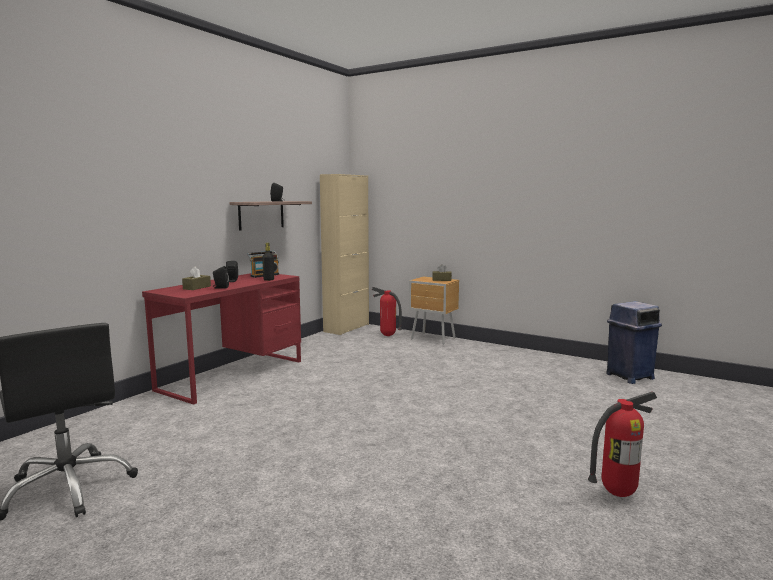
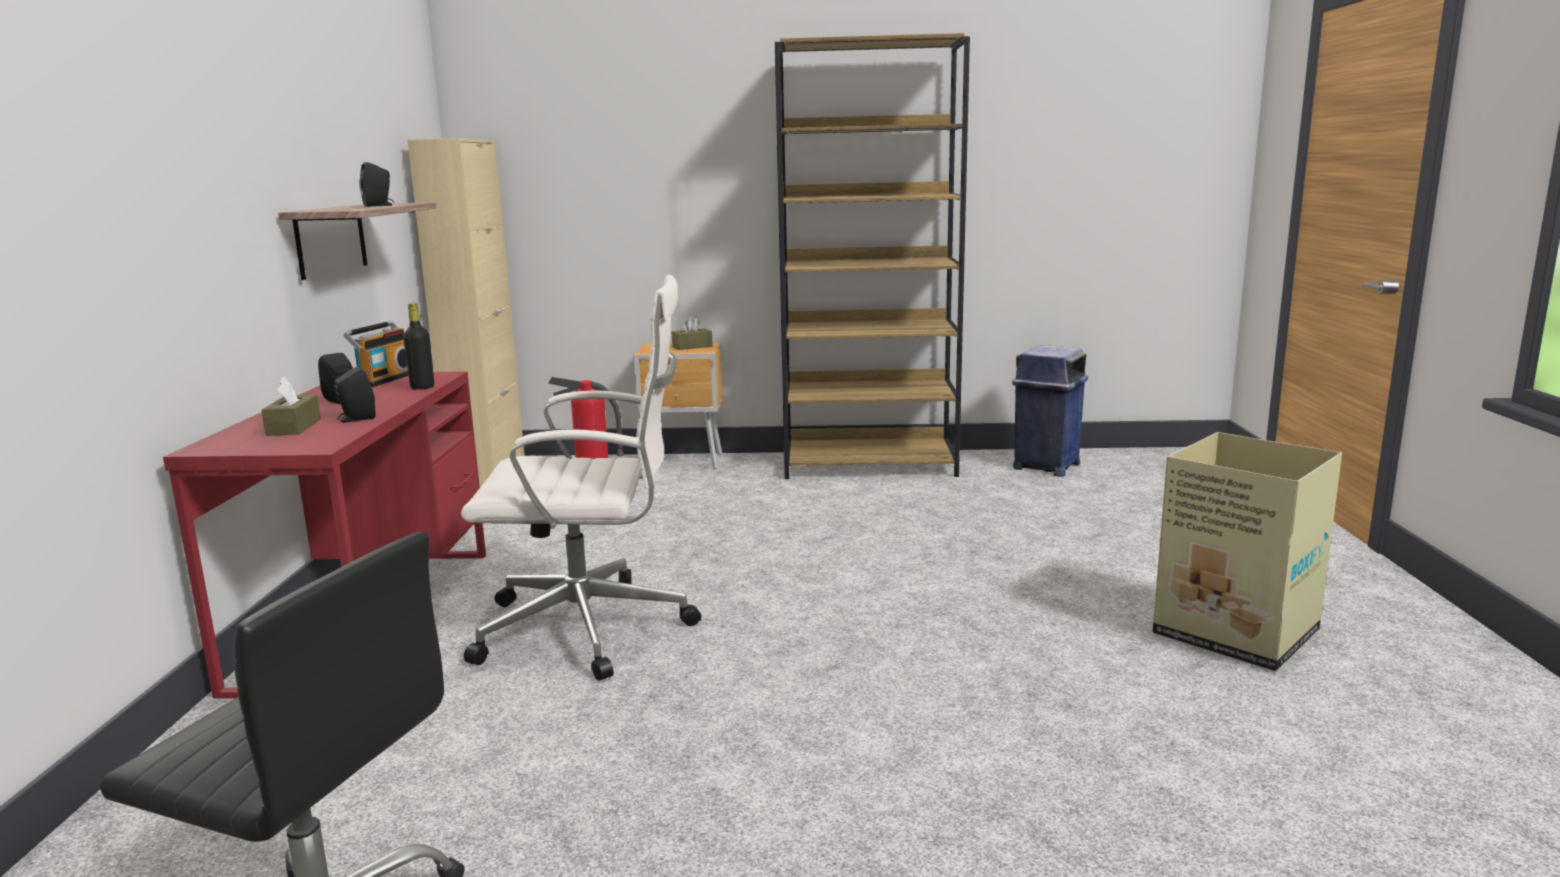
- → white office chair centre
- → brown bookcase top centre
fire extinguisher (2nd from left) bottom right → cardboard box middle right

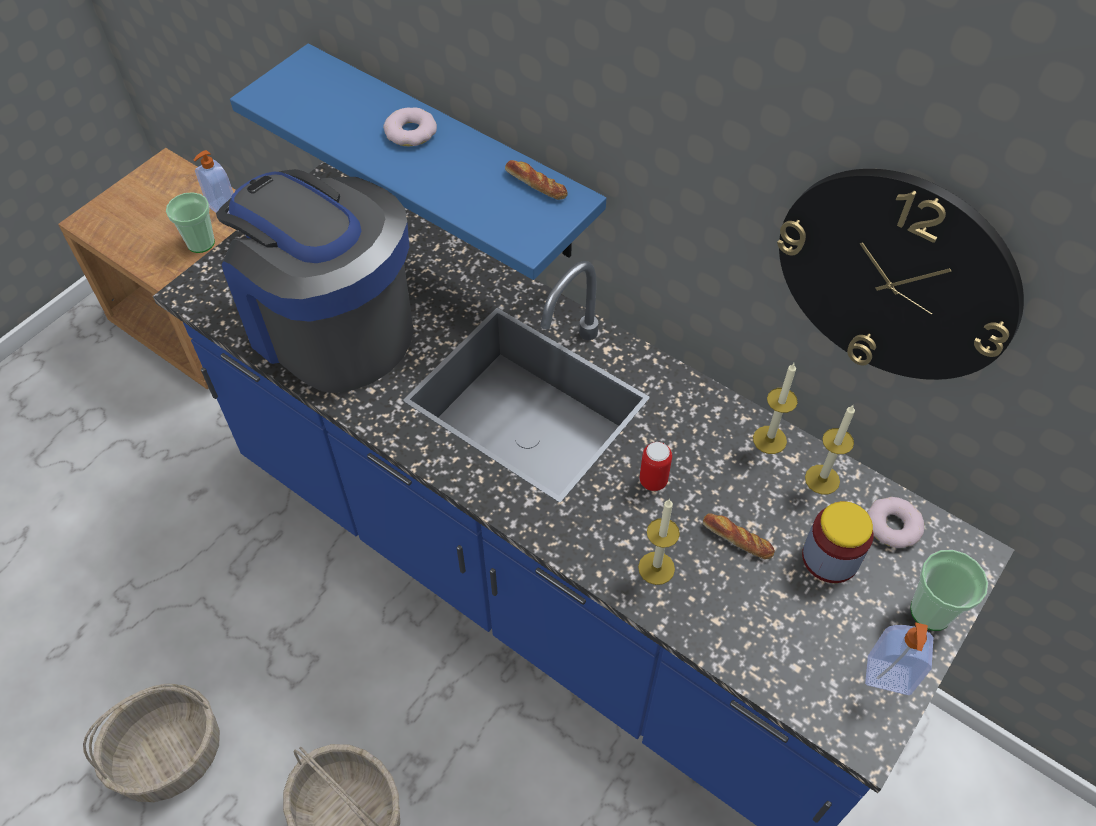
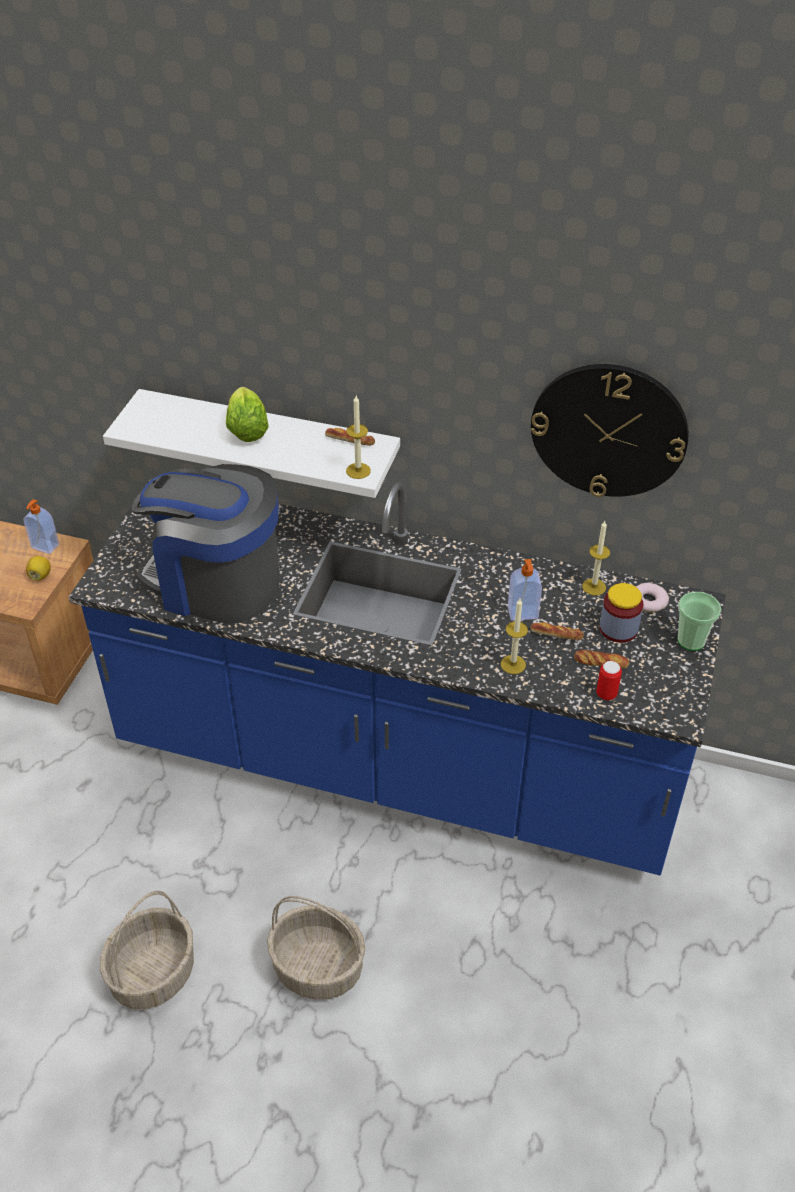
cup (1st from left) top left → lemon middle left
blue shelf top centre → white shelf middle left
donut (1st from left) top centre → lettuce middle left
candle (2nd from left in the first image) middle right → candle (1st from left) centre, move
soap dispenser (2nd from left) bottom right → soap dispenser (2nd from left) centre, move
- → bread (3rd from left) middle right
can centre → can middle right, move

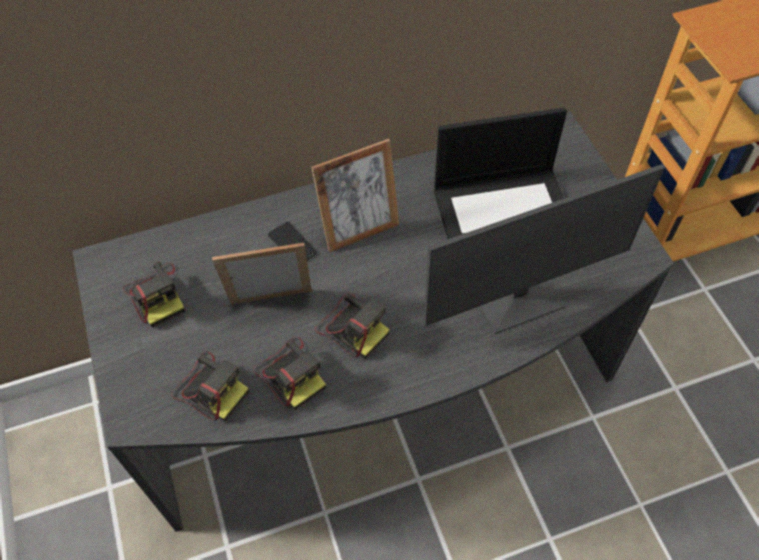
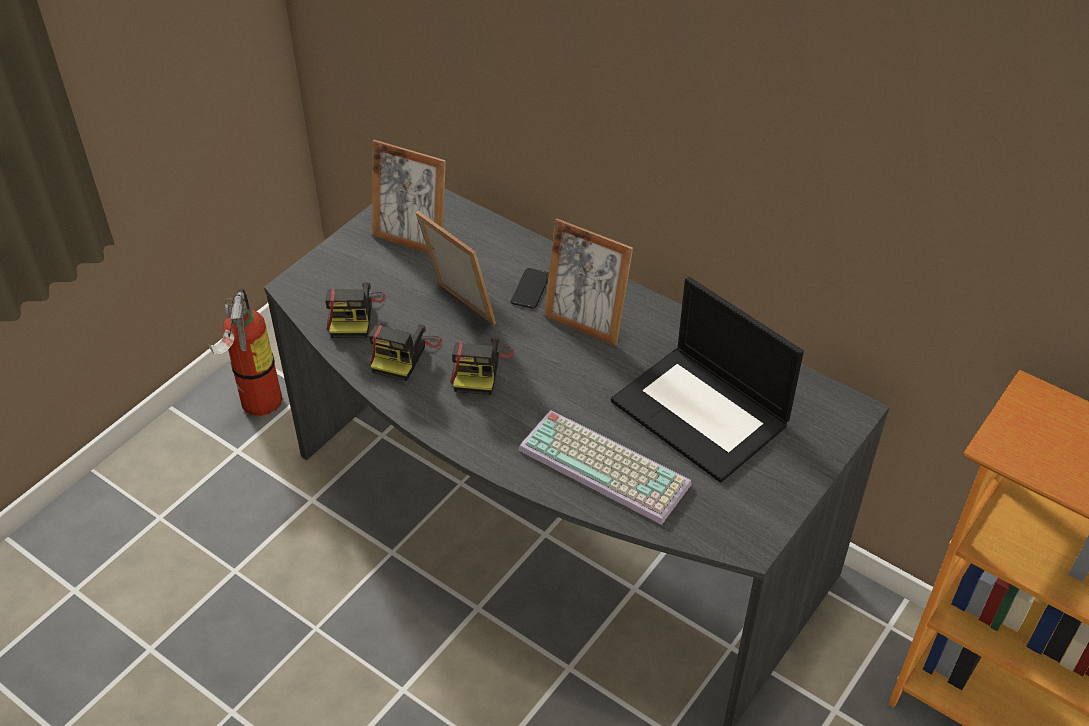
- → fire extinguisher middle left
photo camera (1st from left) middle left → picture frame (1st from left) top centre
monitor middle right → keyboard centre

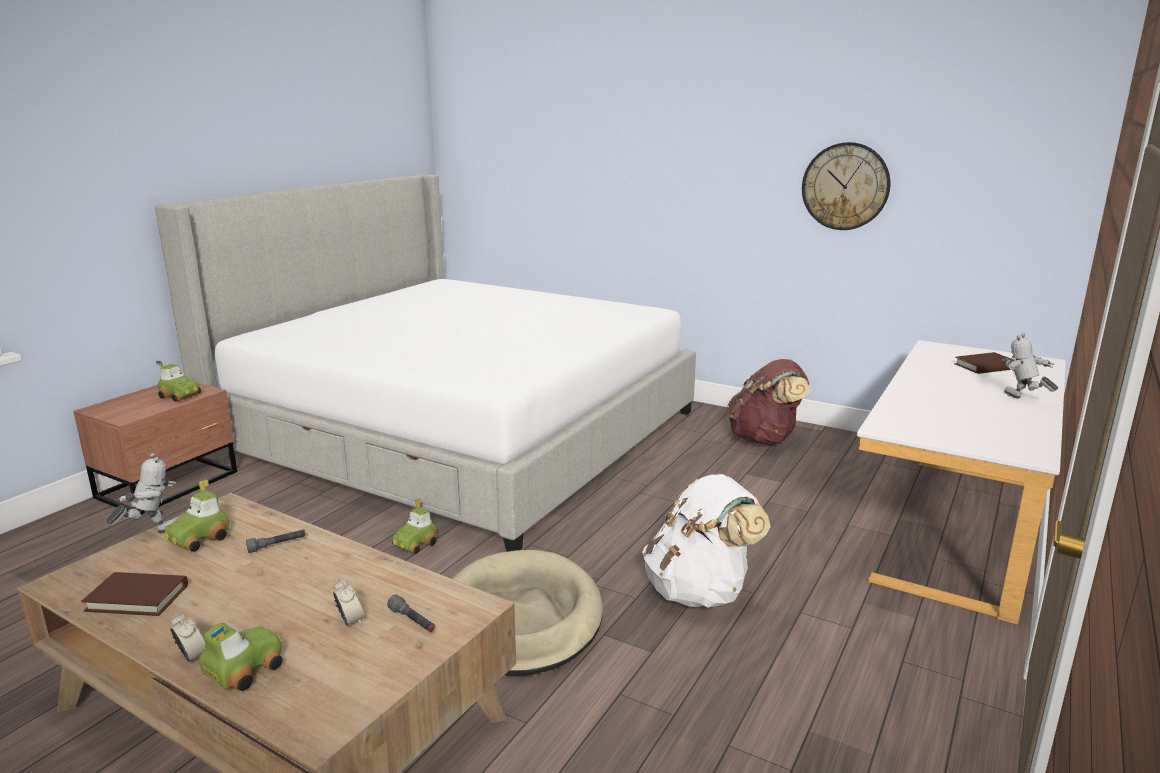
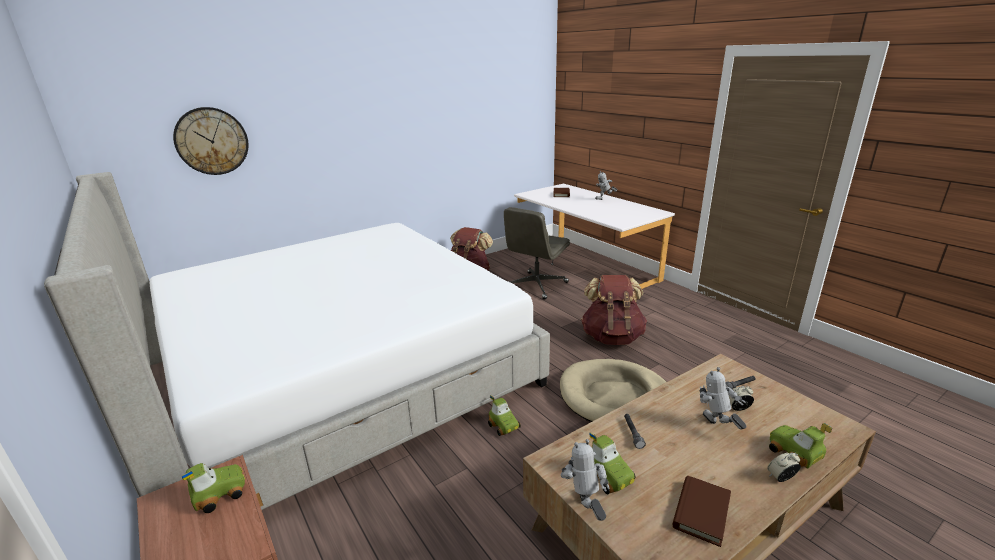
wall clock top right → wall clock top left, move
- → grey office chair centre
white backpack bottom centre → brown backpack (2nd from left) centre
- → toy robot (3rd from left) bottom right

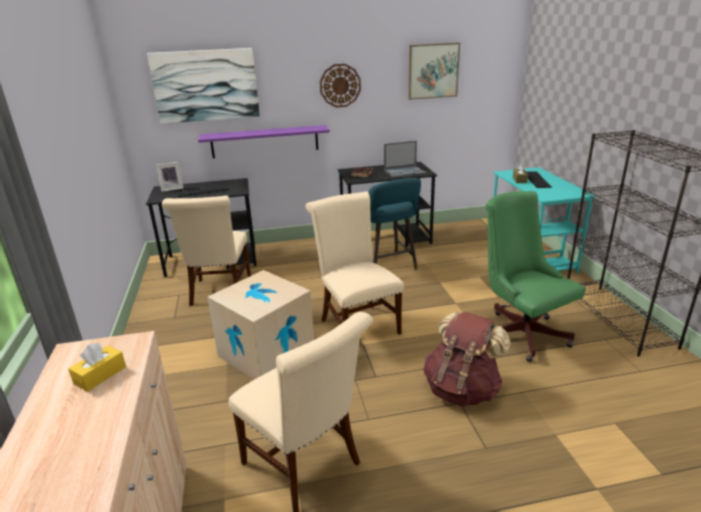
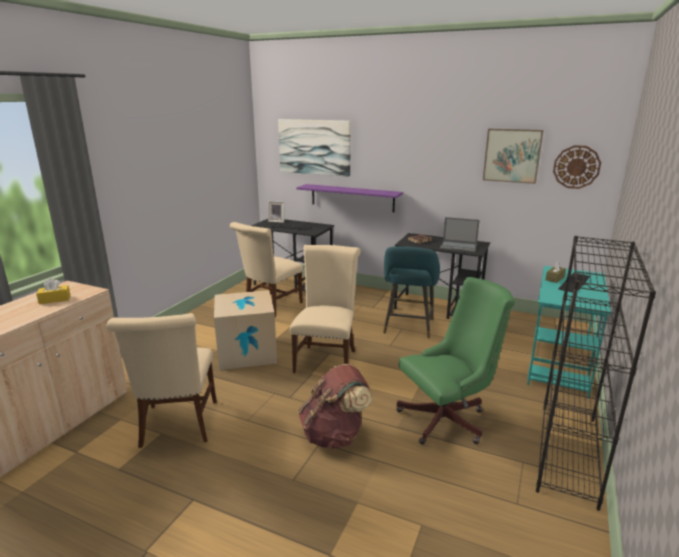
green office chair middle right, 60 degrees clockwise
wall clock top centre → wall clock top right, move

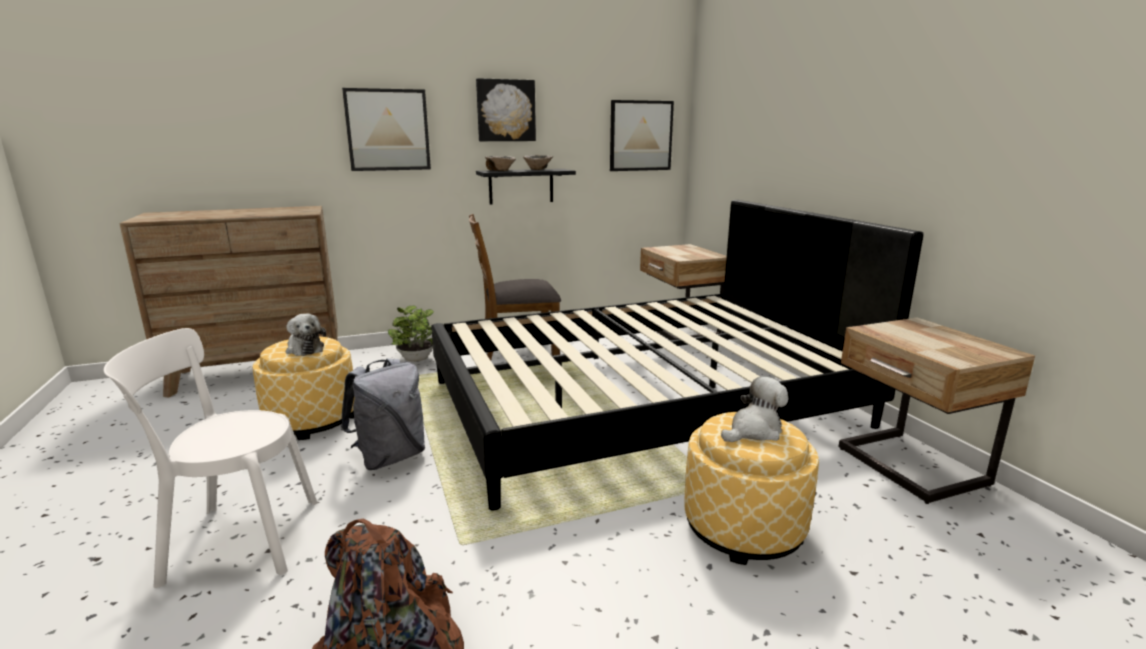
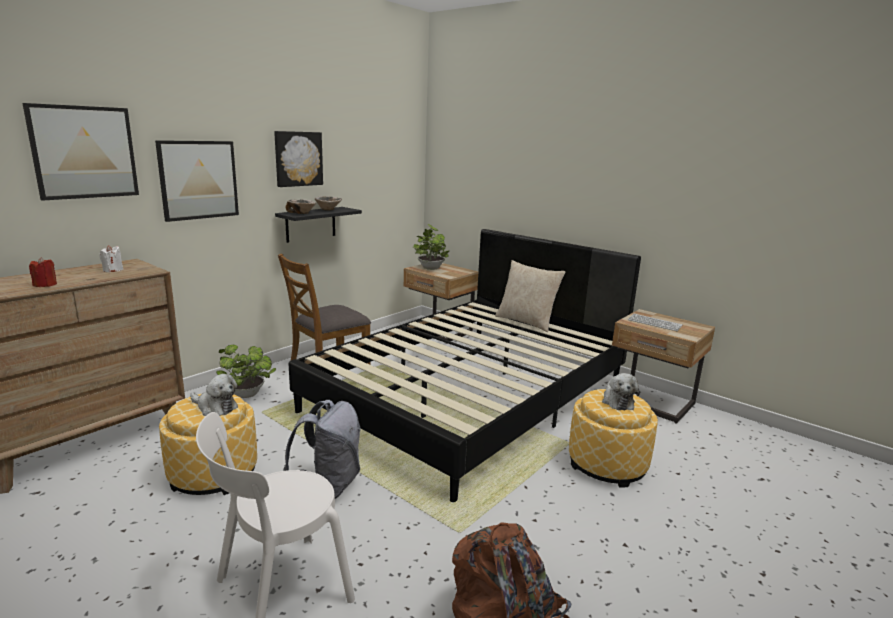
picture (3rd from left in the first image) top centre → picture (1st from left) top left, move
- → red candle middle left
- → white candle middle left
- → potted plant (2nd from left) centre
- → beige pillow centre
plush toy (2nd from left) centre → plush toy (2nd from left) middle right, 150 degrees clockwise
- → keyboard middle right

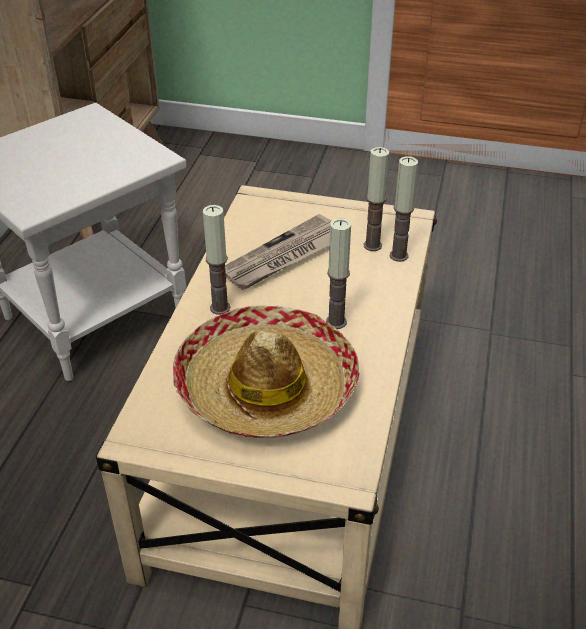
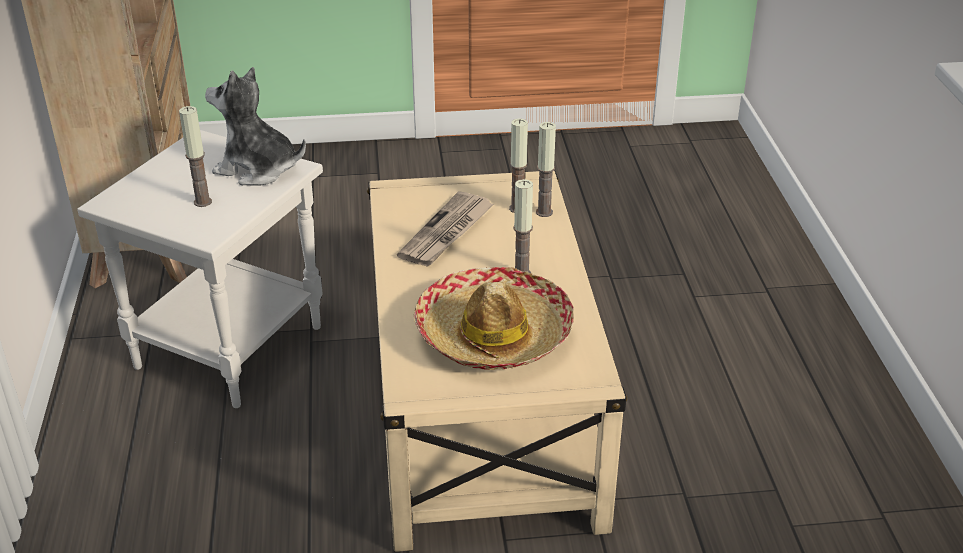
candle (1st from left) centre → candle (1st from left) top left, move
- → plush toy top left

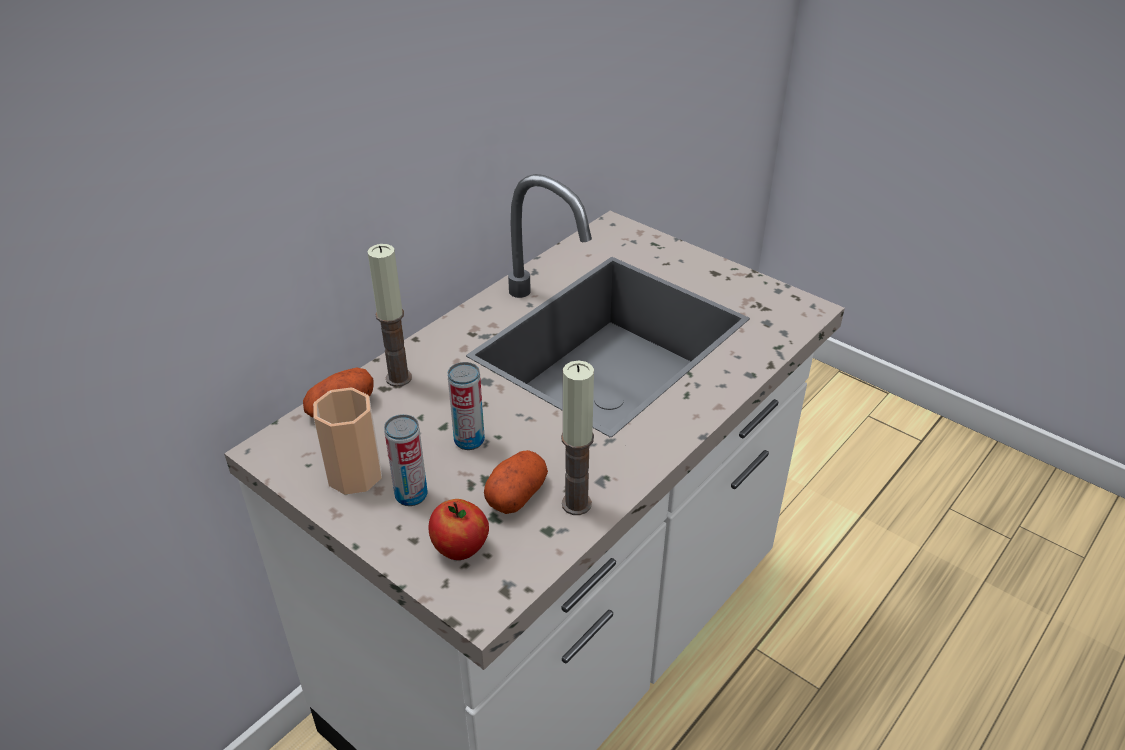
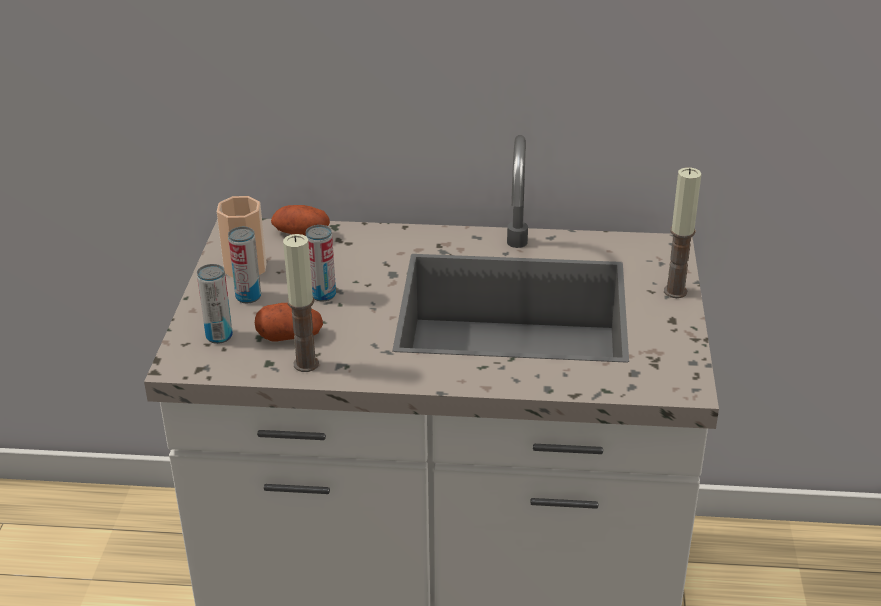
apple bottom centre → can (1st from left) middle left
candle (1st from left in the first image) centre → candle (2nd from left) middle right, move

